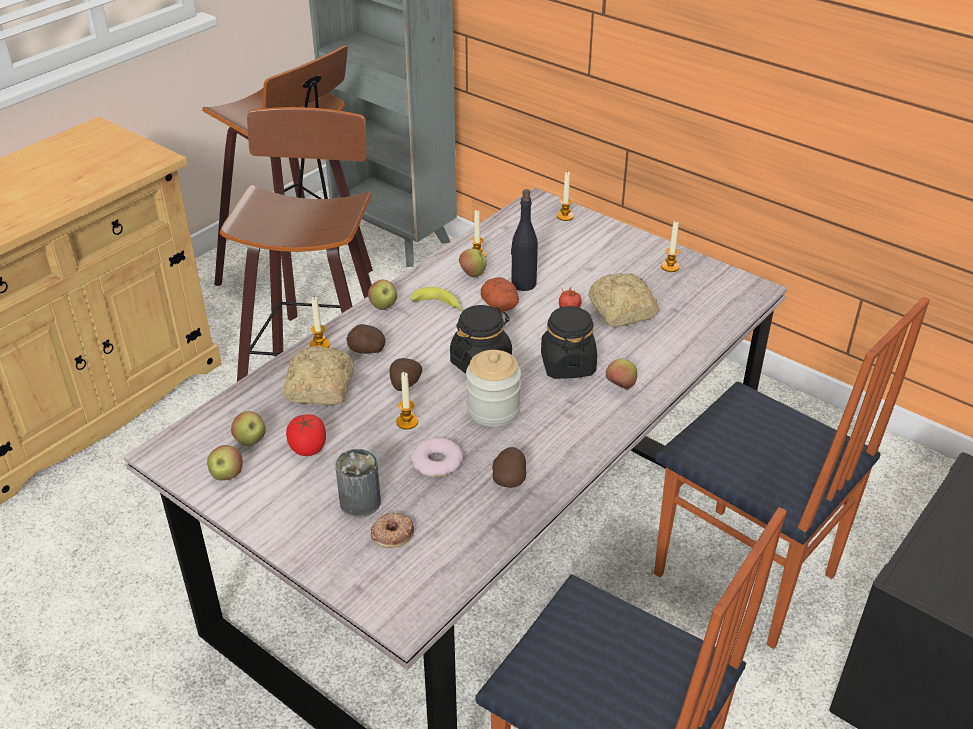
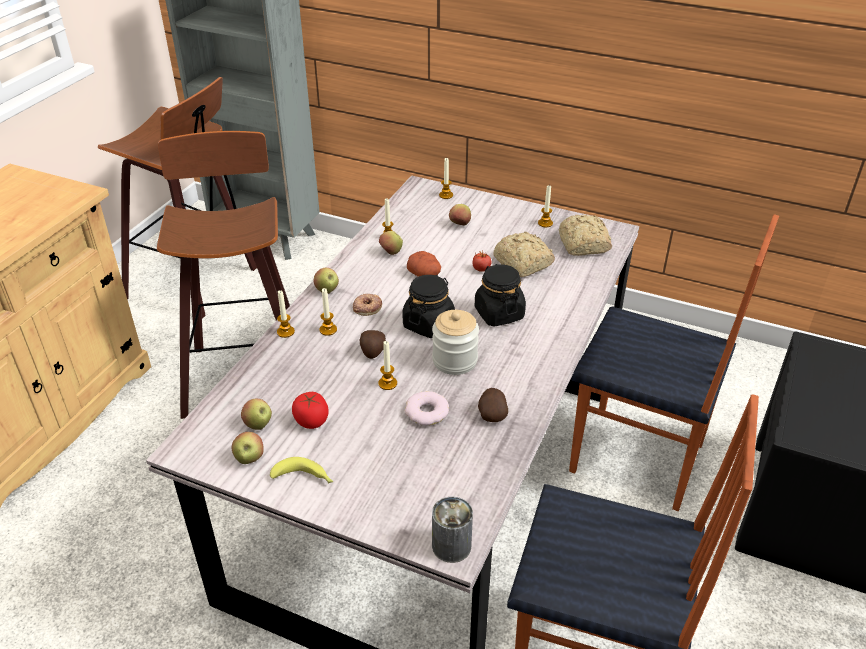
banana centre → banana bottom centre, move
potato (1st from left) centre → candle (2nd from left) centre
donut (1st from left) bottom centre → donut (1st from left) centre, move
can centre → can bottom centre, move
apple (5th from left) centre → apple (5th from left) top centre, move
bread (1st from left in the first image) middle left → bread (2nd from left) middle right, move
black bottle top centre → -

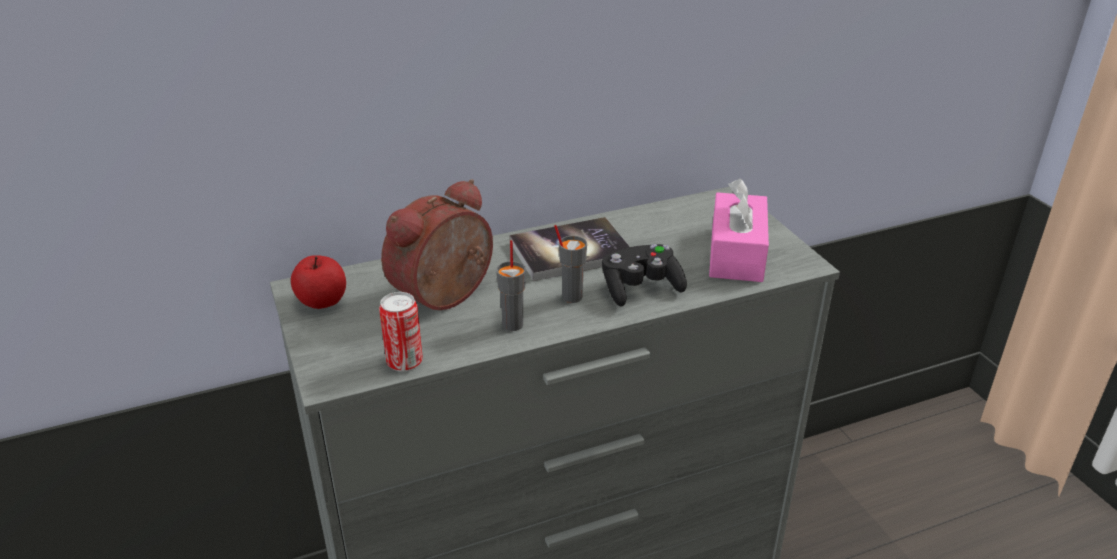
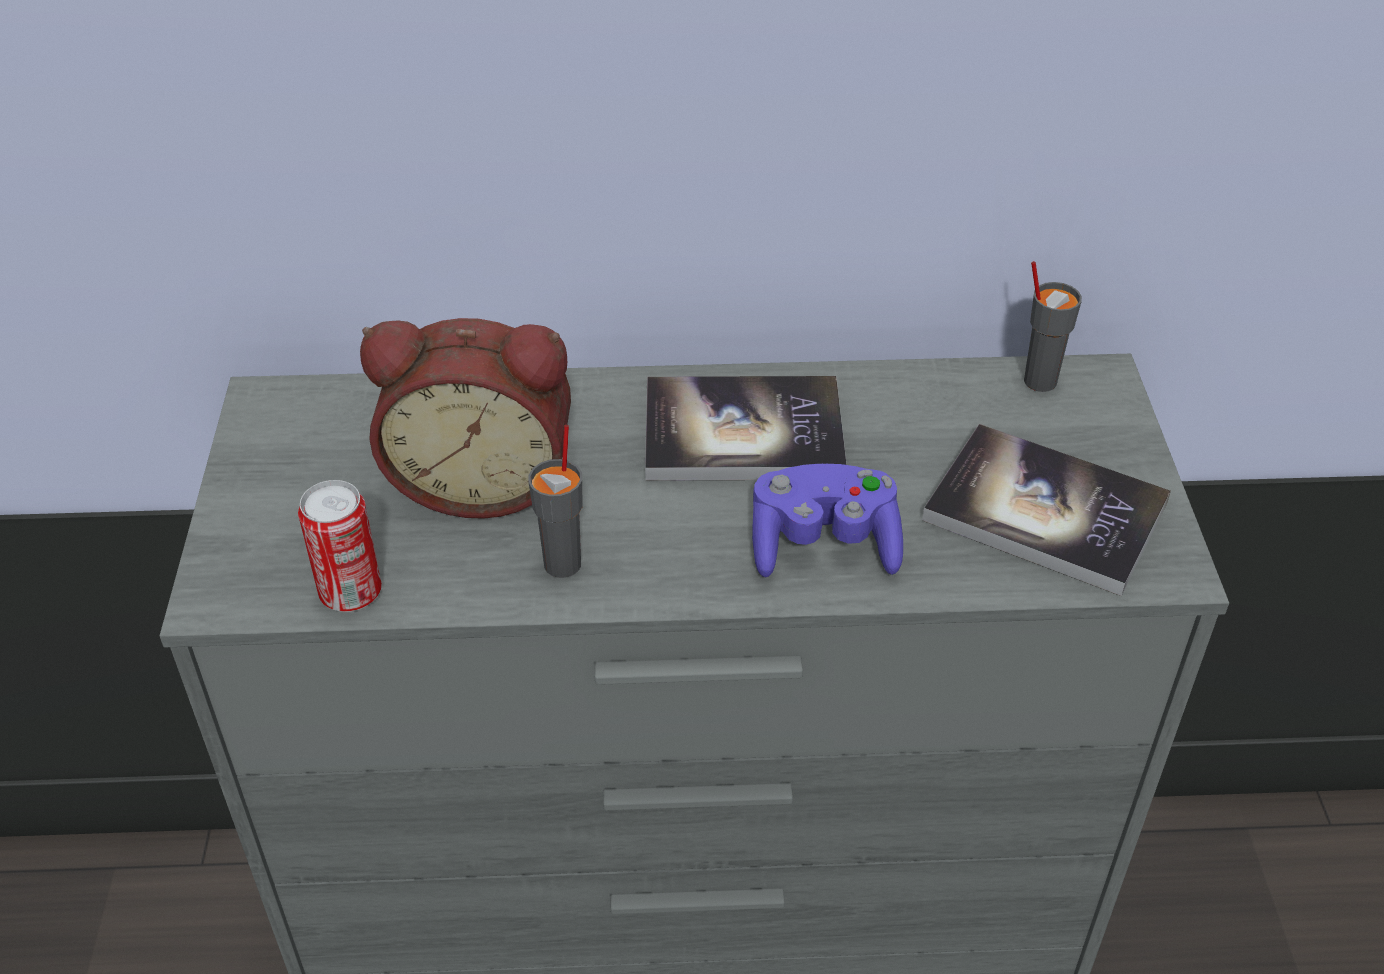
alarm clock centre, 150 degrees counterclockwise
black game controller centre → purple game controller centre
pink tissue box centre → book (2nd from left) middle right
grey cup (2nd from left) centre → grey cup (2nd from left) middle right, move
apple middle left → -

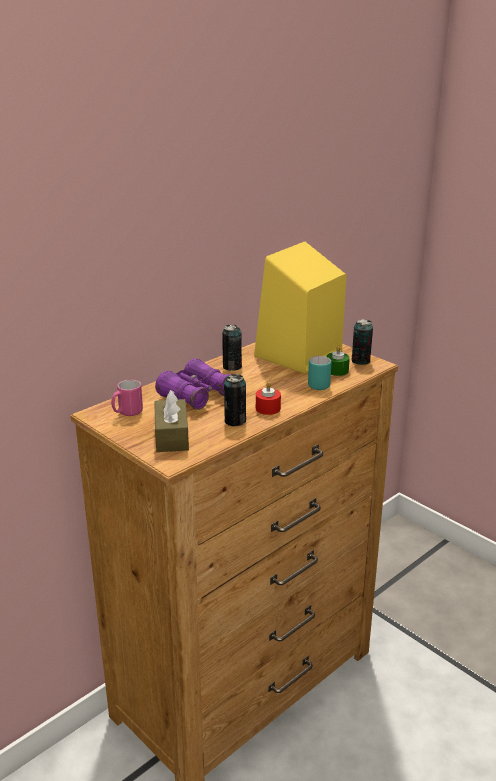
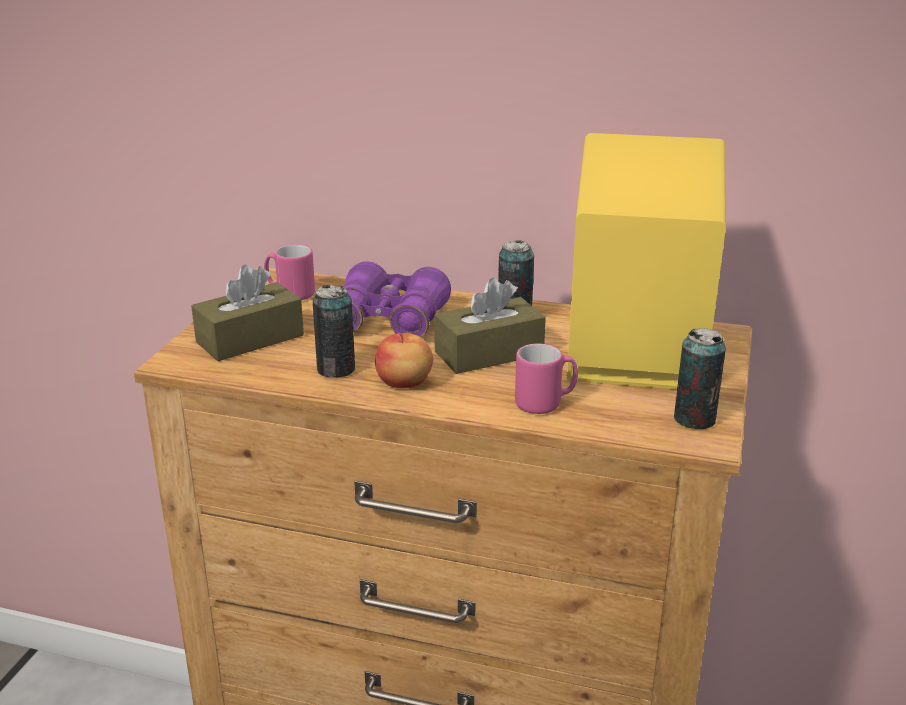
red candle centre → apple centre
- → brown tissue box (2nd from left) centre
turquoise mug centre → pink mug (2nd from left) centre
green candle middle right → -

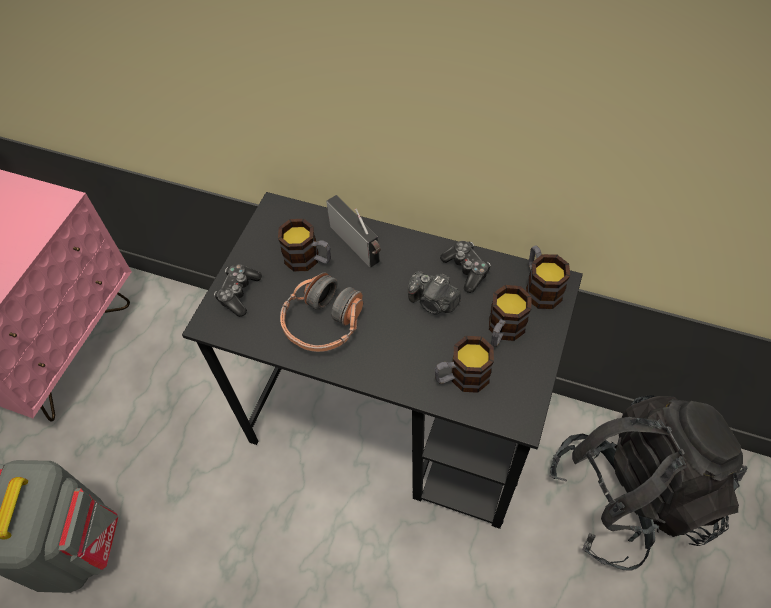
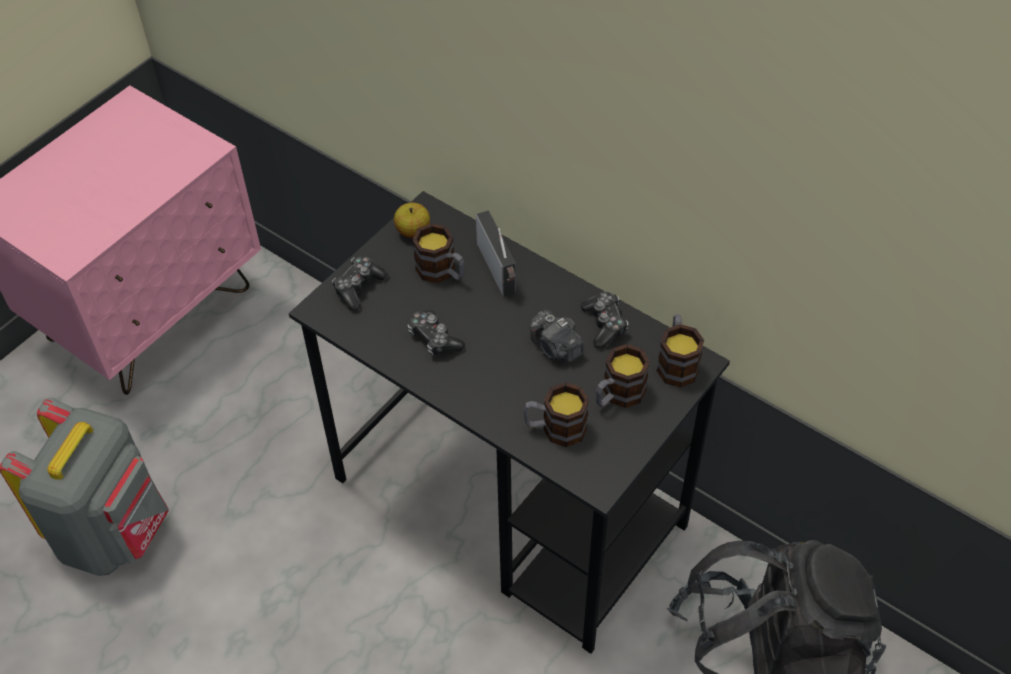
- → apple top centre
headphones centre → game controller (2nd from left) centre

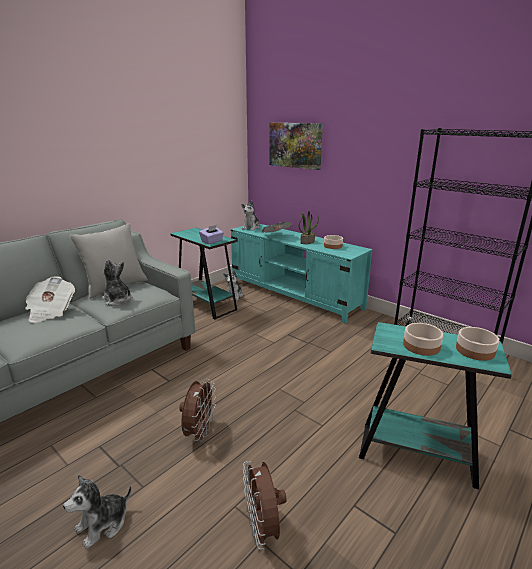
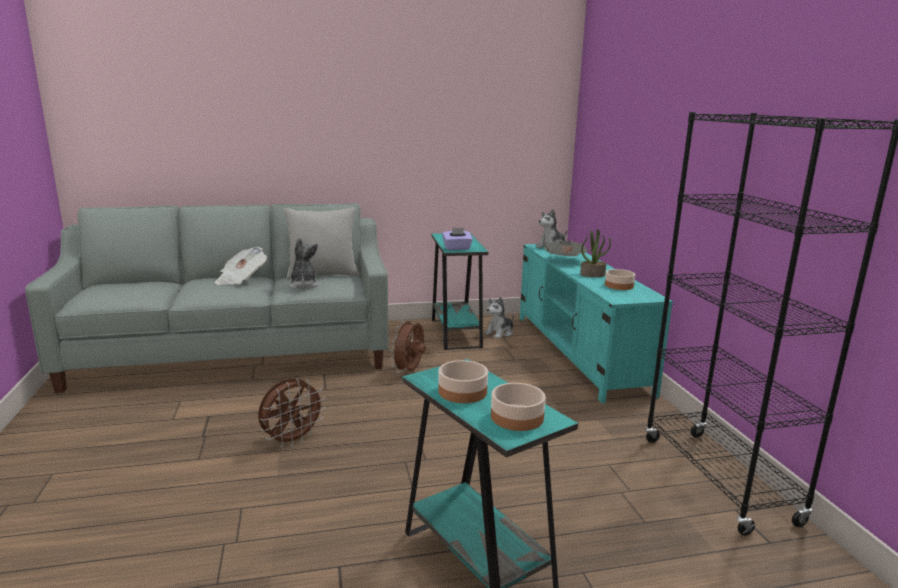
brown fan (2nd from left) bottom centre → brown fan (2nd from left) centre, move
plush toy (1st from left) bottom left → -
picture top centre → -

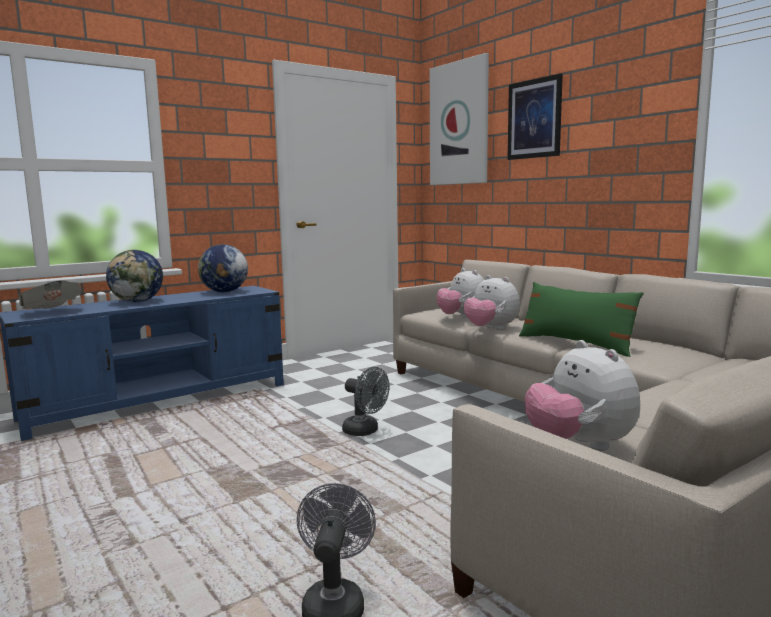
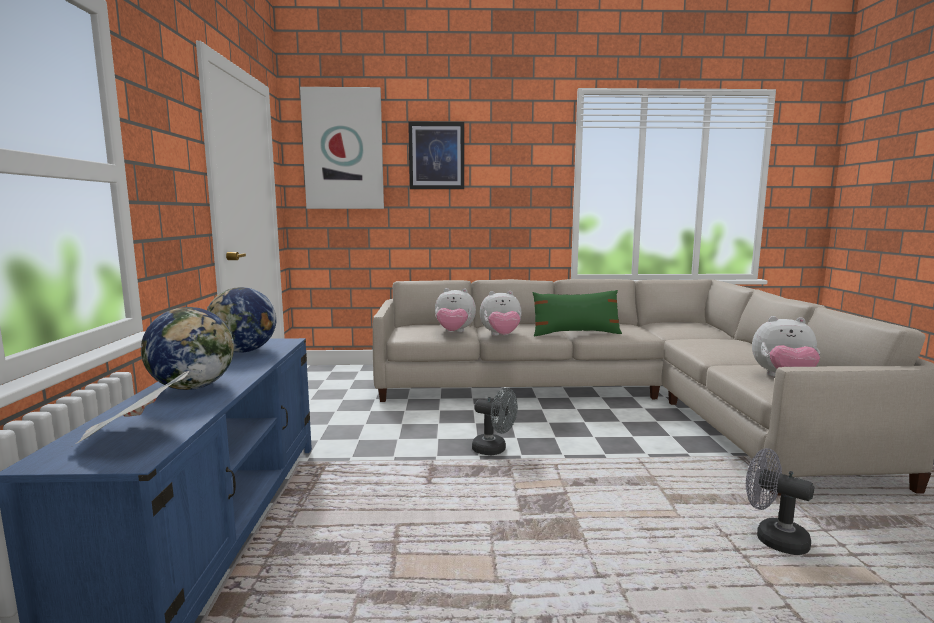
grey fan (2nd from left in the first image) centre → grey fan (1st from left) bottom centre, 45 degrees clockwise

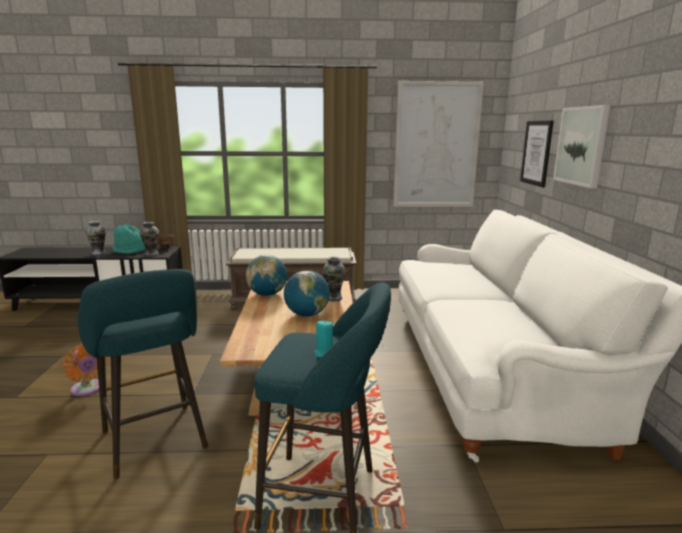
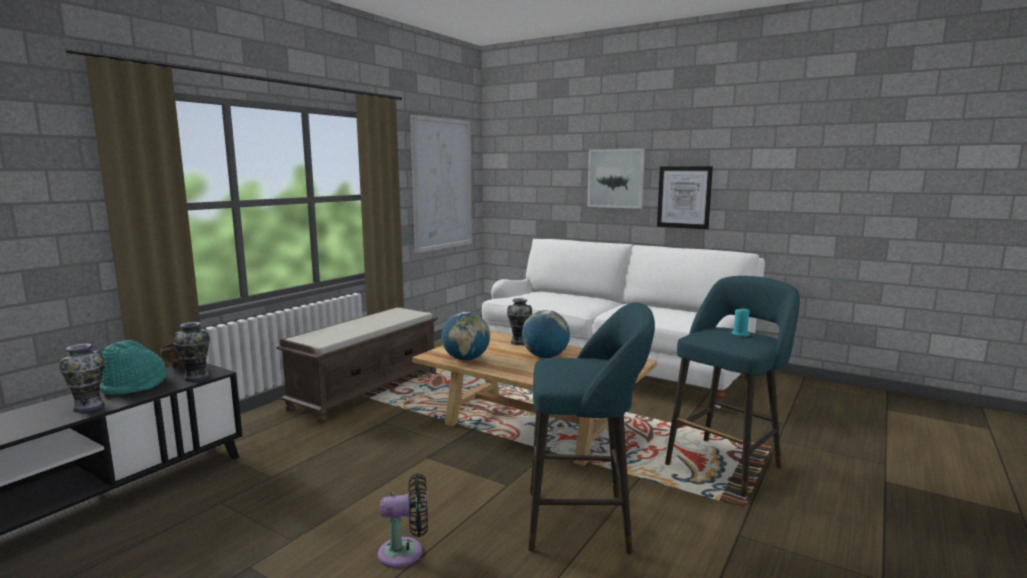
orange fan bottom left → black fan bottom centre
picture (2nd from left in the first image) top right → picture (3rd from left) middle right, move

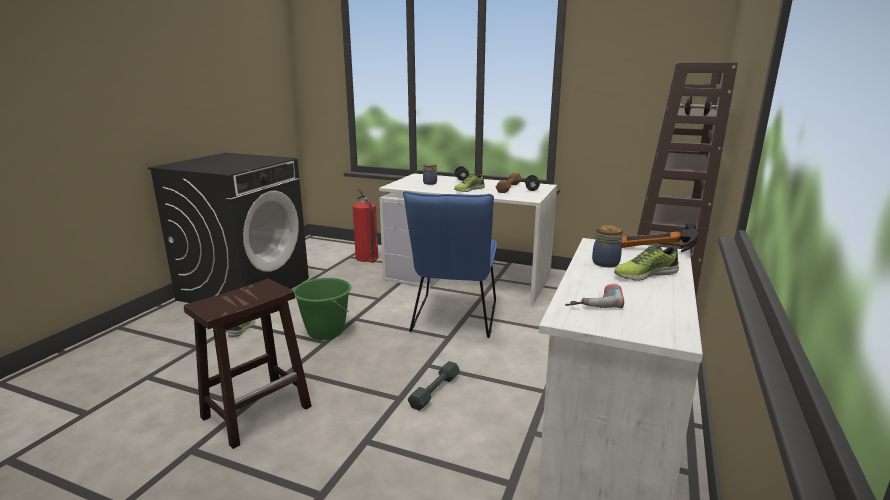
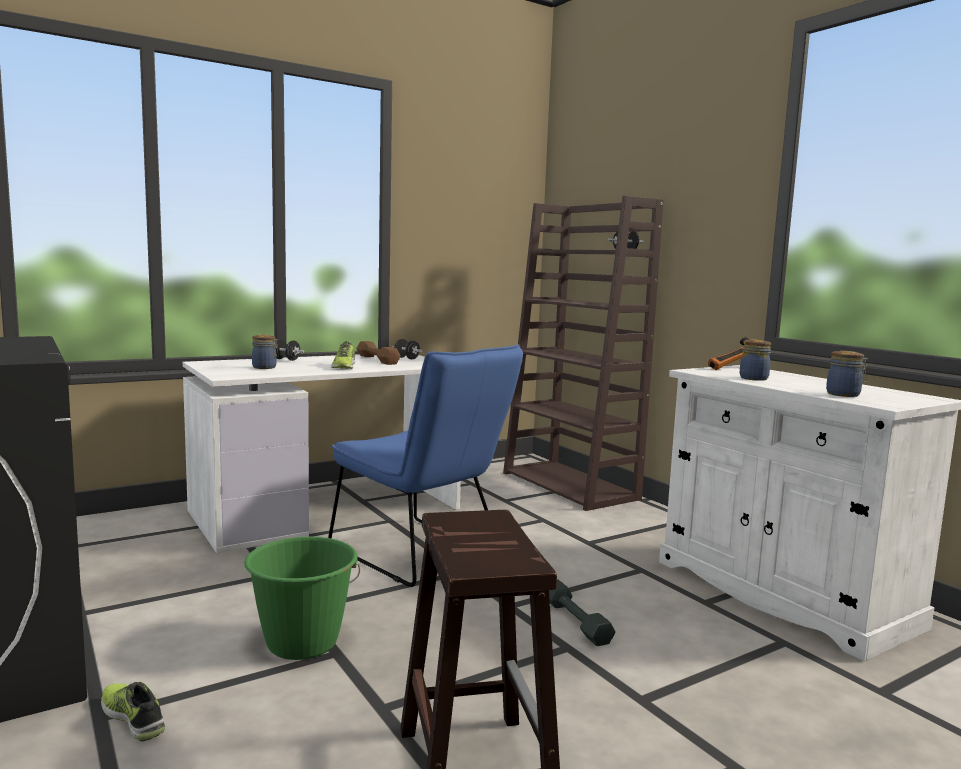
power drill middle right → jar (3rd from left) middle right
fire extinguisher centre → -
shoe (3rd from left) middle right → -

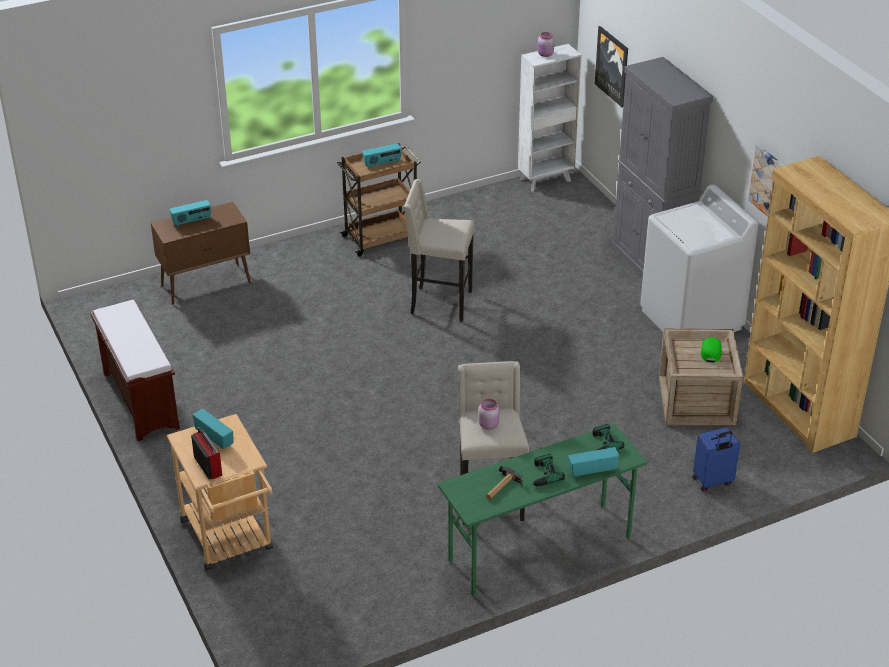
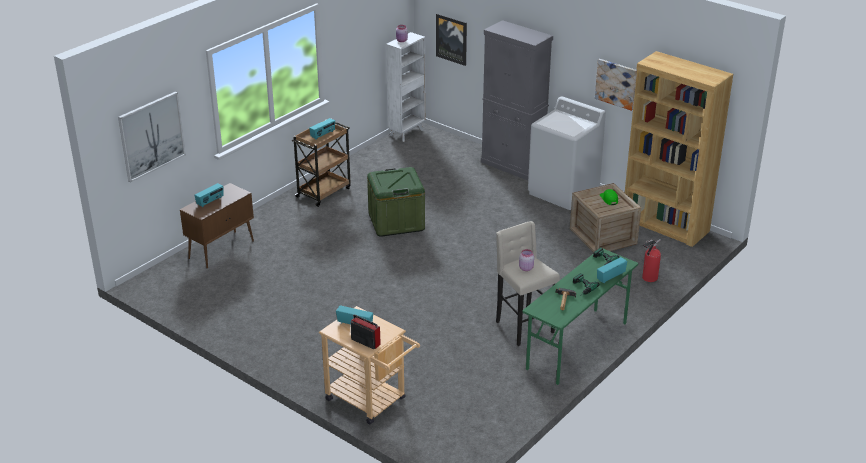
- → picture (1st from left) top left
beige stool (1st from left) centre → green storage box centre
blue suitcase bottom right → fire extinguisher middle right
brown bench middle left → -

